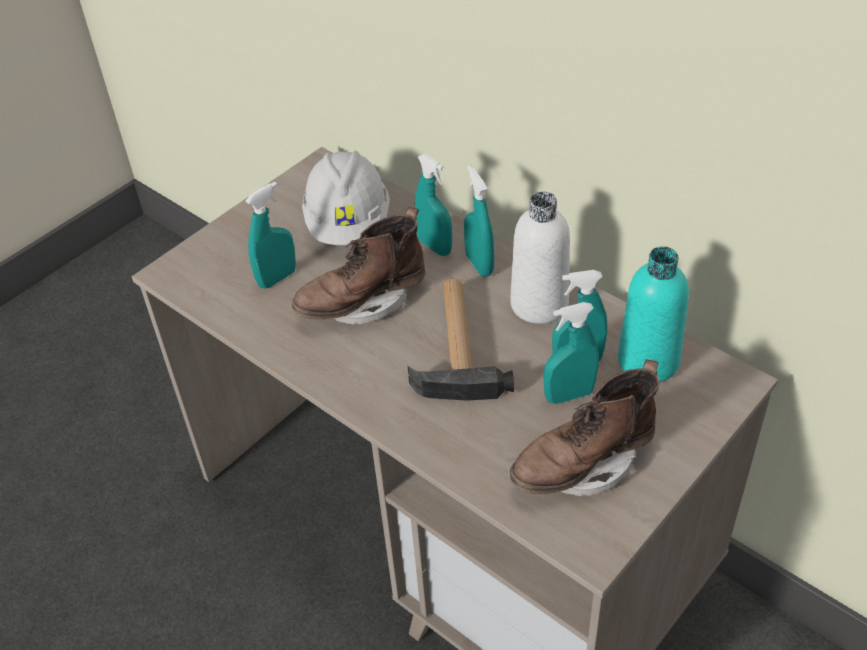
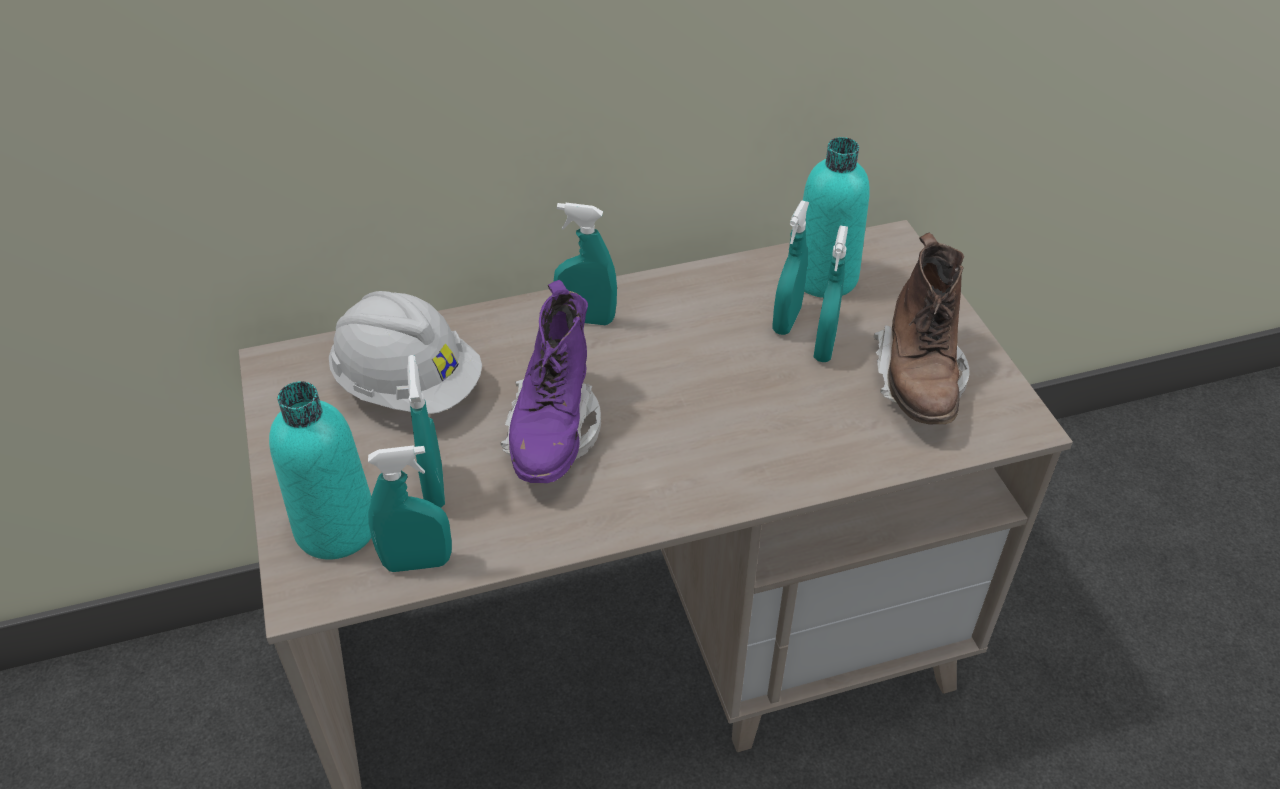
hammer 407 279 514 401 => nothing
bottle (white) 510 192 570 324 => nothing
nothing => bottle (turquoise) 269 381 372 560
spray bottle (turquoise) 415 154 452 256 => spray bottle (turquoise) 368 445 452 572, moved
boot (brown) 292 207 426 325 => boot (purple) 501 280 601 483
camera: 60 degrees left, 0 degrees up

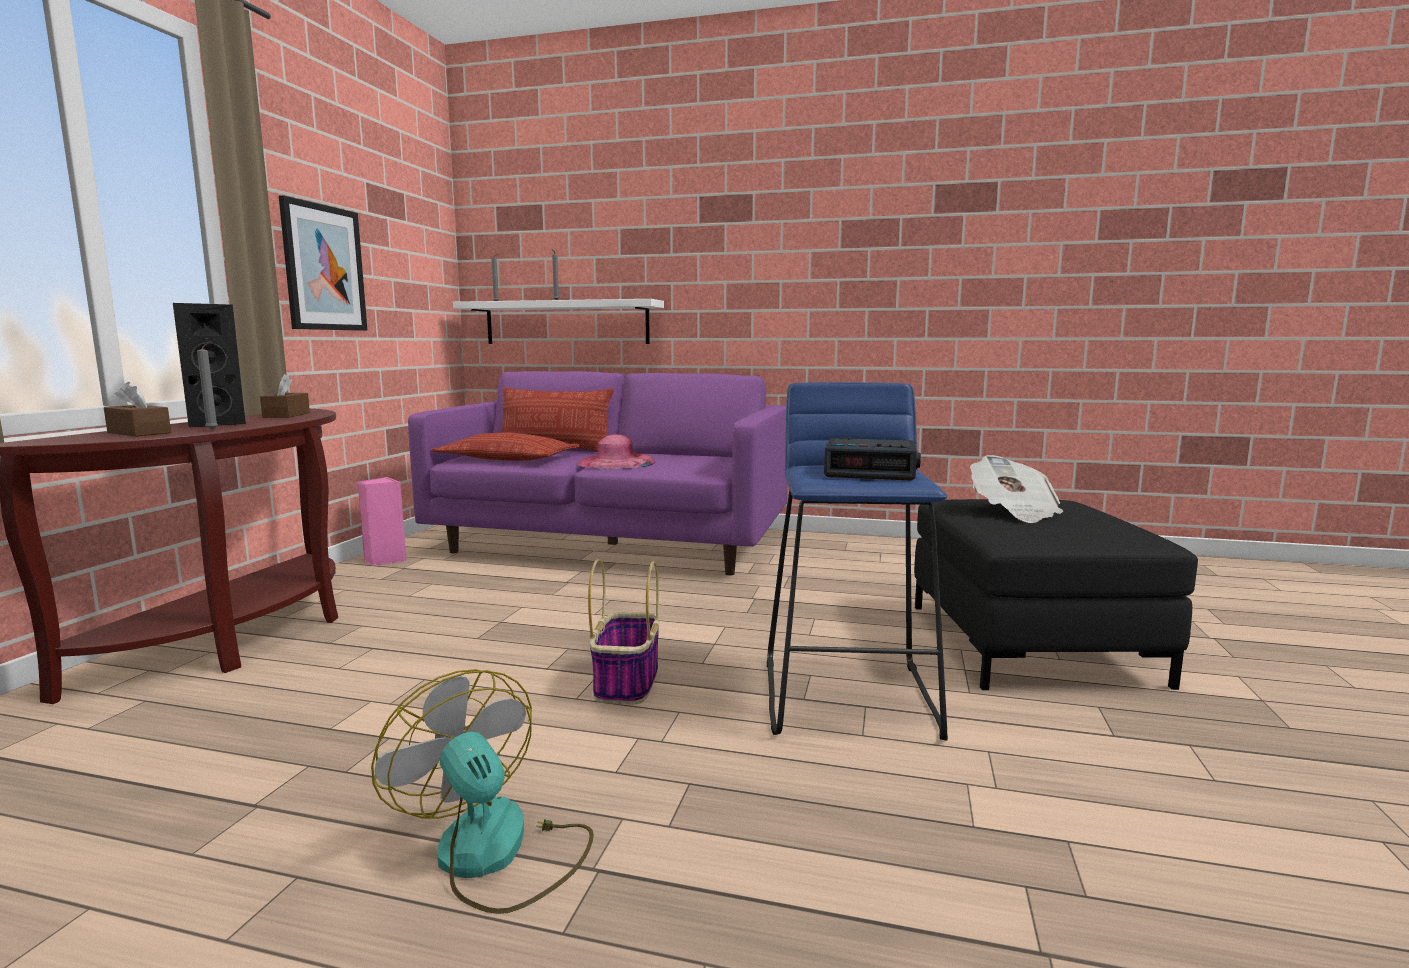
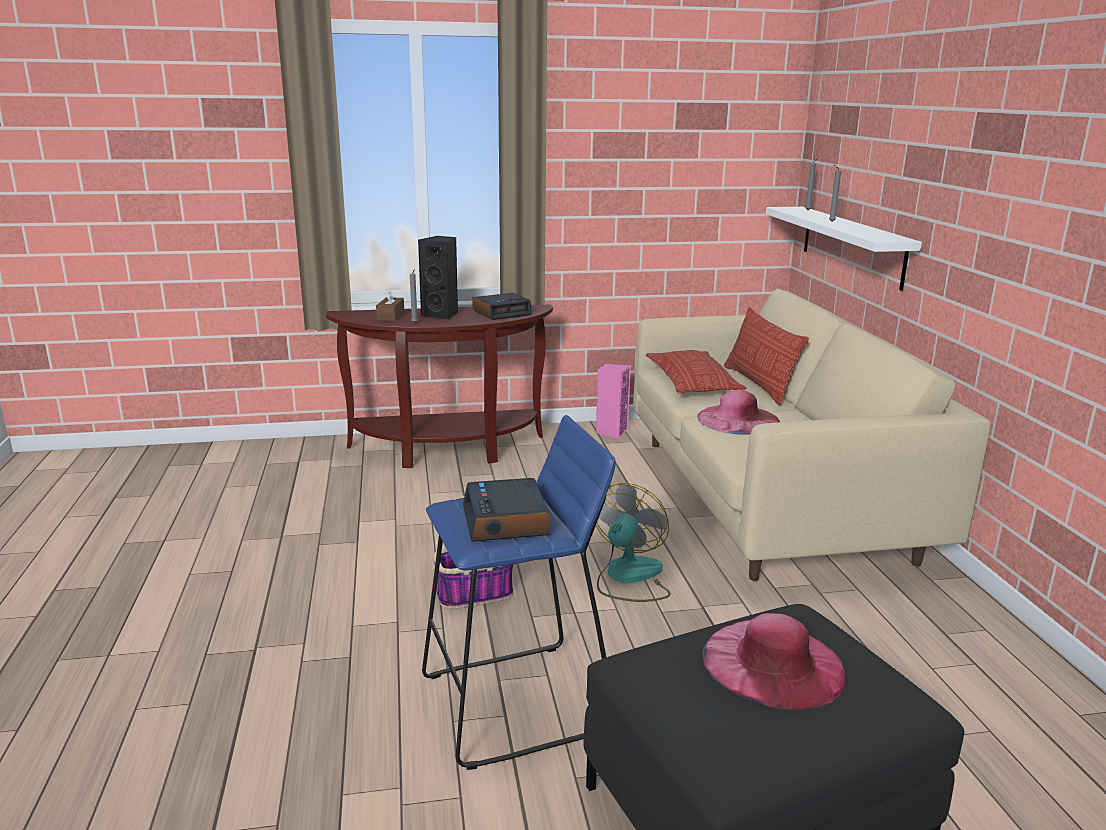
picture 279 195 367 331 => nothing
fan 371 669 594 914 => fan 596 483 670 602, moved
tissue box (brown) 260 374 310 418 => alarm clock 472 293 532 320
newspaper 970 455 1063 523 => hat (pink) 702 613 846 711
sofa (purple) 408 371 788 575 => sofa (beige) 633 288 991 581
camera: 65 degrees right, 10 degrees up

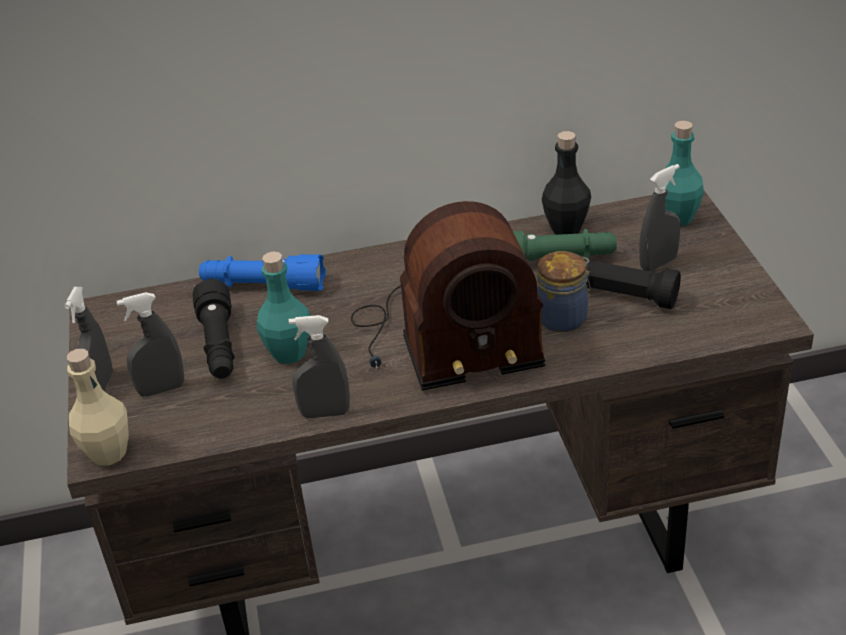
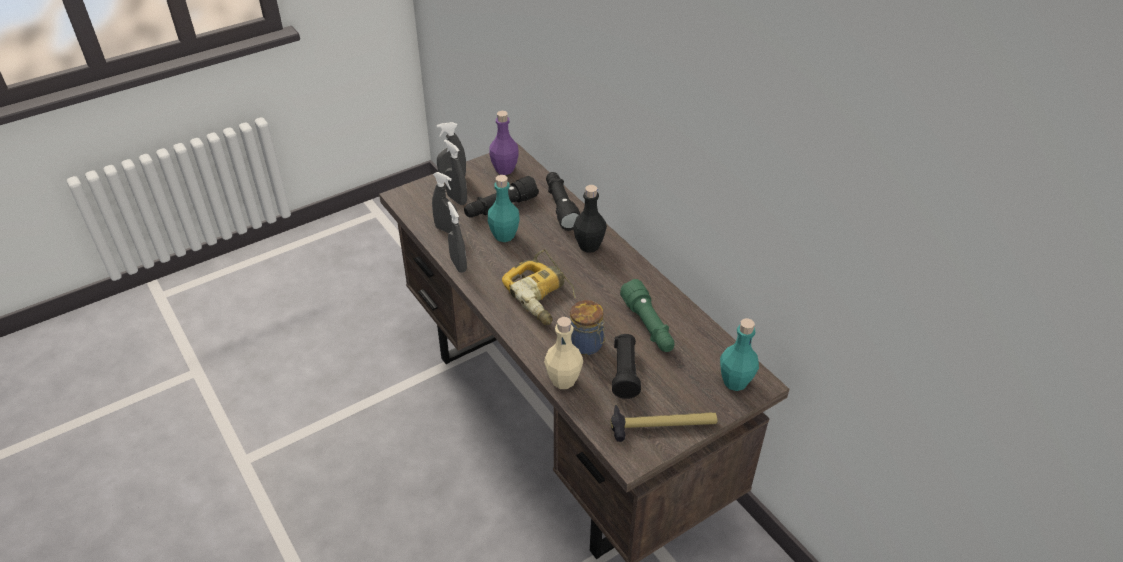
nothing => bottle (purple) 489 111 519 175
nothing => hammer 611 405 718 442
bottle (beige) 67 349 129 466 => bottle (beige) 544 317 583 389, moved
bottle (black) 542 131 591 235 => bottle (black) 573 185 607 252, moved
spray bottle (grey) 639 164 680 271 => spray bottle (grey) 432 172 459 234, moved
radio 351 201 545 391 => power drill 502 249 576 325
flashlight (blue) 199 254 326 291 => flashlight (black) 546 172 580 231
camera: 65 degrees right, 5 degrees up

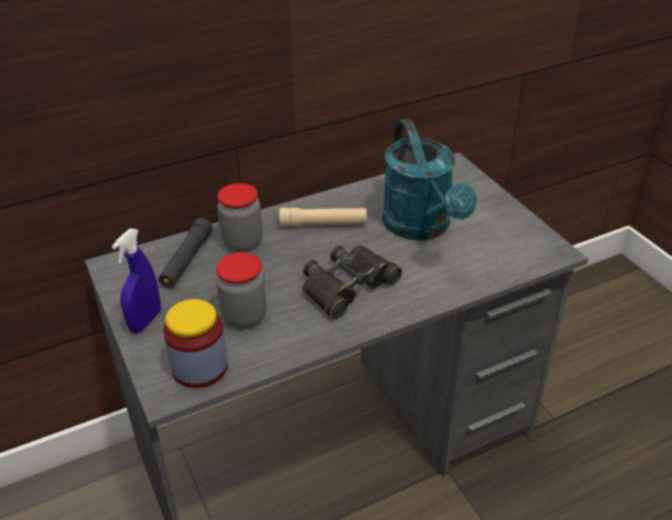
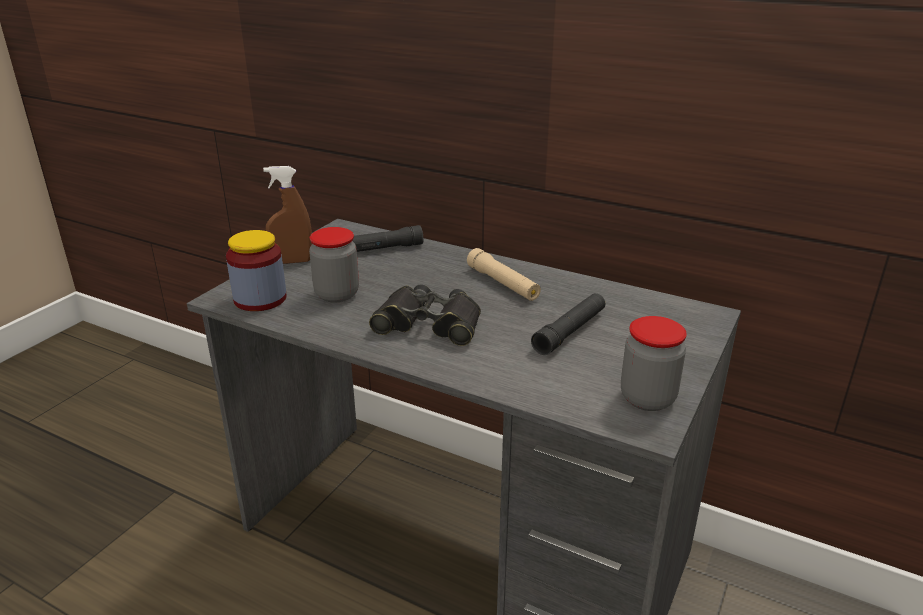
jar 217 183 262 252 => jar 621 316 687 411, moved
watering can (turquoise) 382 119 477 240 => flashlight (black) 531 293 605 355
spray bottle (blue) 112 229 161 333 => spray bottle (brown) 263 166 312 264
camera: 55 degrees right, 10 degrees down

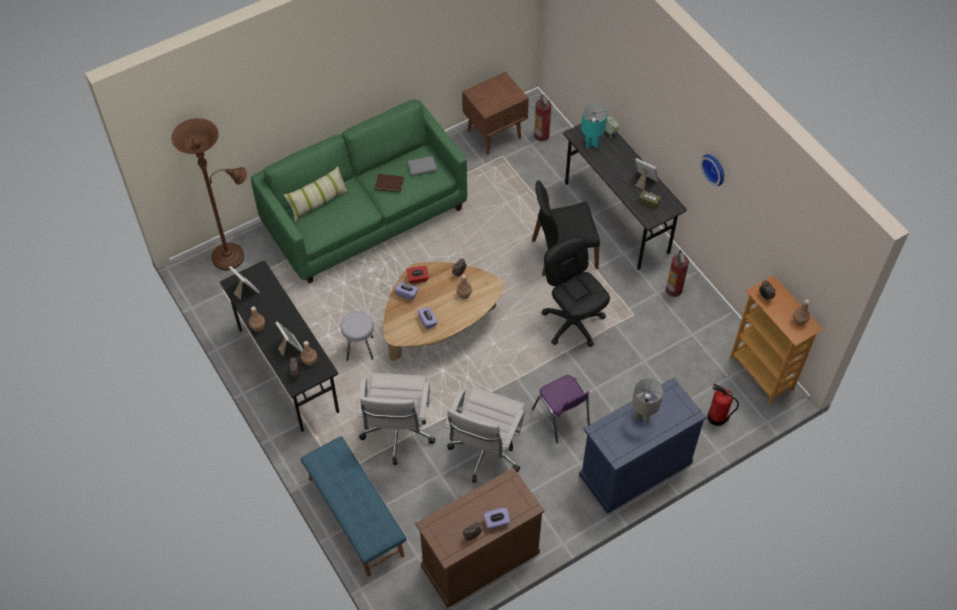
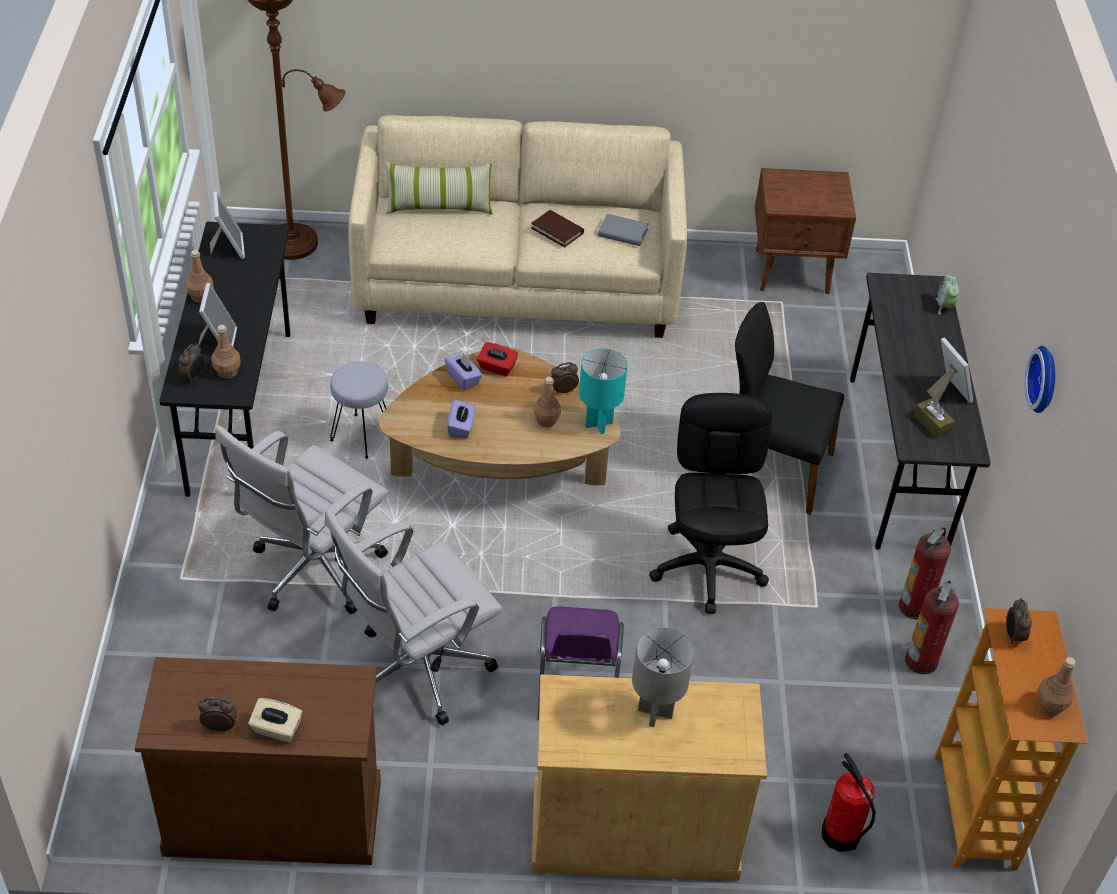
bench (blue) 300 436 407 577 => nothing
fire extinguisher 534 94 552 141 => fire extinguisher 905 580 959 675, moved
table lamp (turquoise) 581 104 607 148 => table lamp (turquoise) 579 348 627 434, moved
sofa (green) 251 100 467 284 => sofa (beige) 349 115 687 338
tissue box (purple) 483 508 510 529 => tissue box (beige) 248 698 303 742
cabinet (blue) 579 377 706 514 => cabinet (beige) 531 674 767 881
camera: 30 degrees right, 10 degrees down

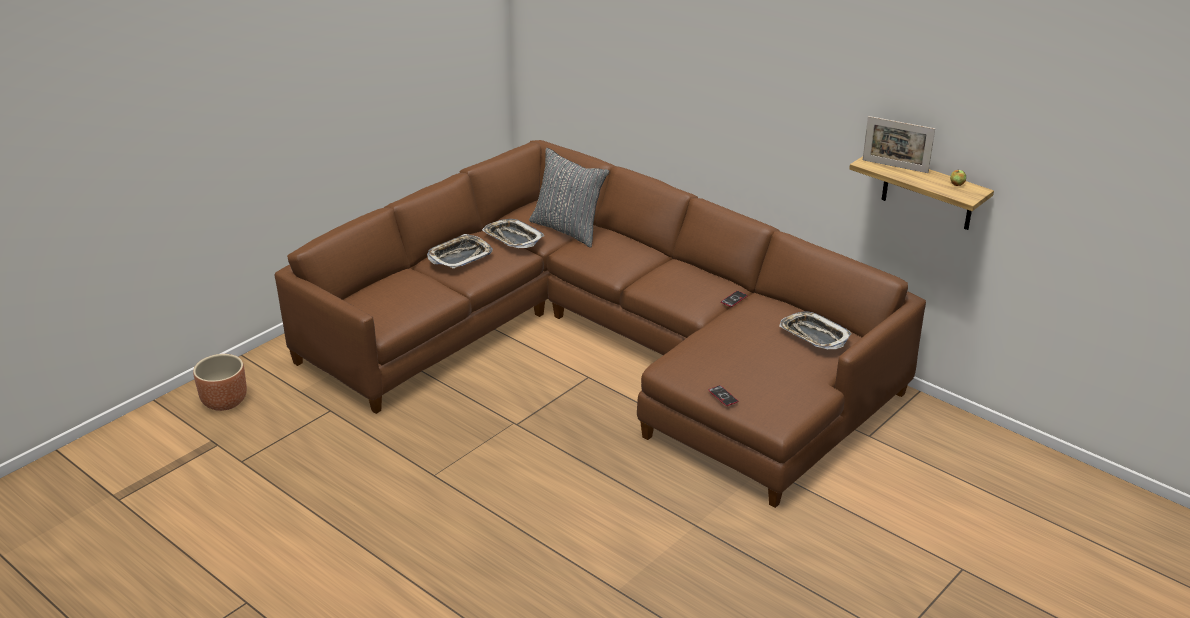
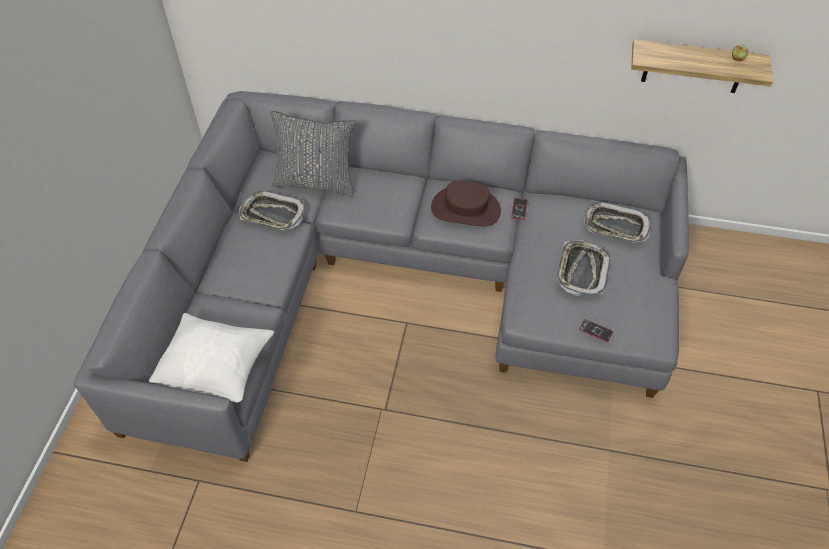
planter (brown) 193 354 247 411 => nothing
picture frame 863 116 935 173 => nothing
nothing => pillow (white) 149 313 274 402
nothing => hat (brown) 431 180 501 226
tray 427 234 493 269 => tray 557 240 610 296, moved
sofa (brown) 274 140 926 508 => sofa (grey) 74 91 689 462
camera: 30 degrees left, 20 degrees up

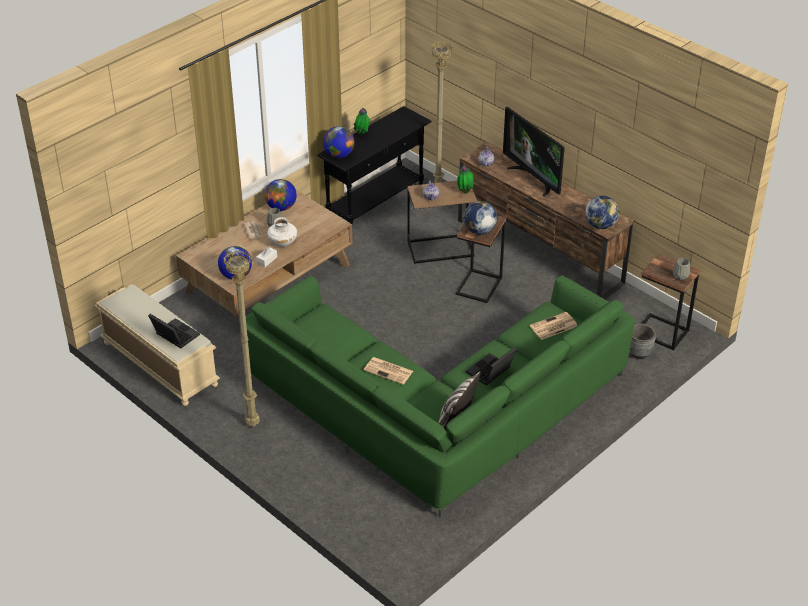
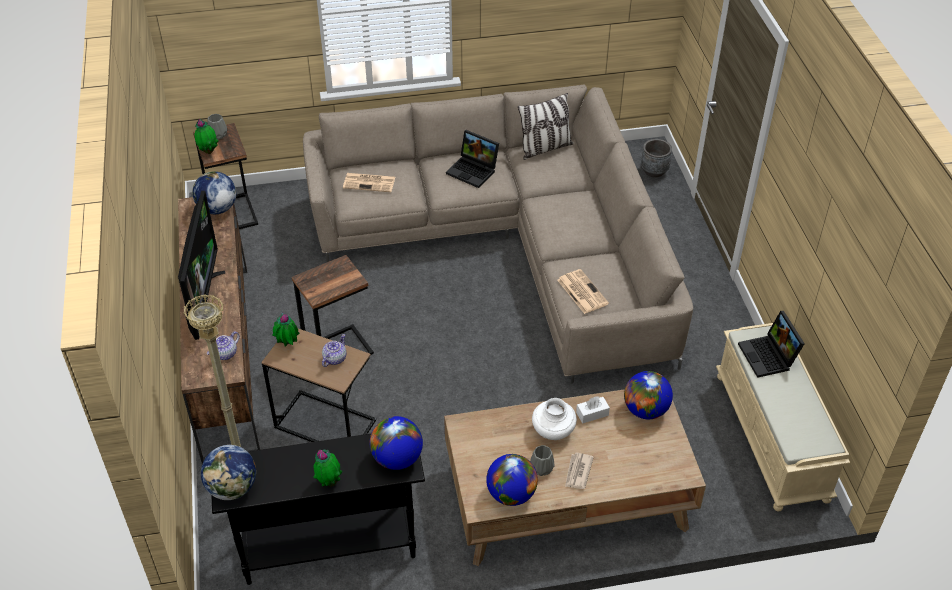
floor lamp (beige) 223 251 260 427 => nothing
nothing => potted plant 195 119 219 154
newspaper 363 357 413 385 => newspaper 557 269 609 314, moved
globe 464 201 497 234 => globe 201 445 256 500, moved
planter (grey) 629 324 656 359 => planter (grey) 641 139 672 177, moved
sofa (green) 246 275 635 518 => sofa (beige) 303 84 693 384
laptop 466 347 517 386 => laptop 446 130 499 188, 45 degrees clockwise
camera: 145 degrees left, 5 degrees up

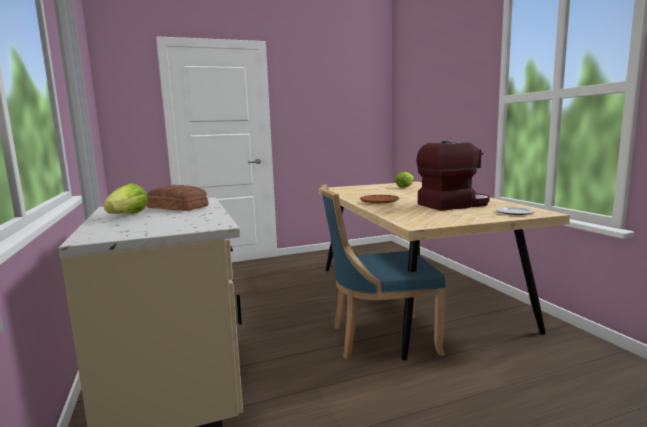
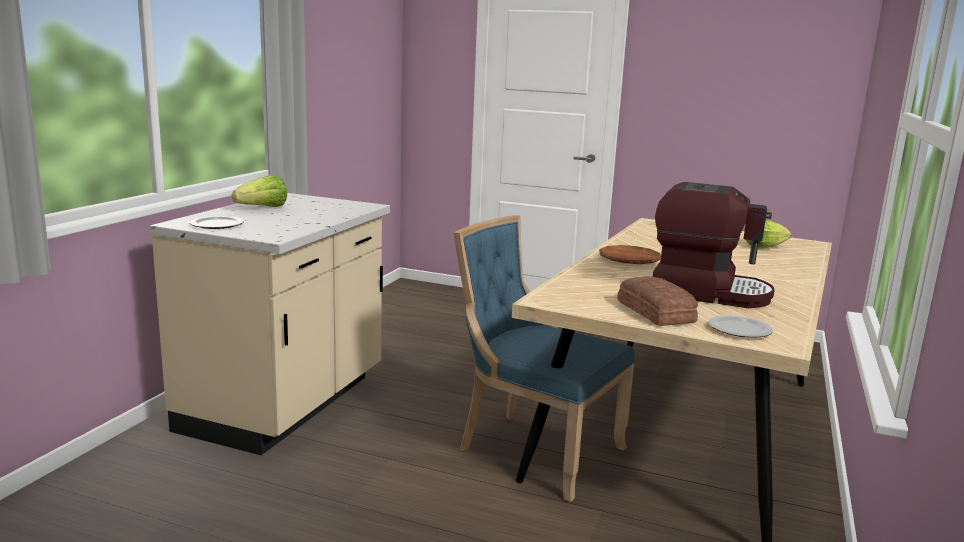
nothing => plate 190 216 244 229
bread 146 185 209 211 => bread 617 276 698 326, moved
camera: 40 degrees right, 5 degrees up

